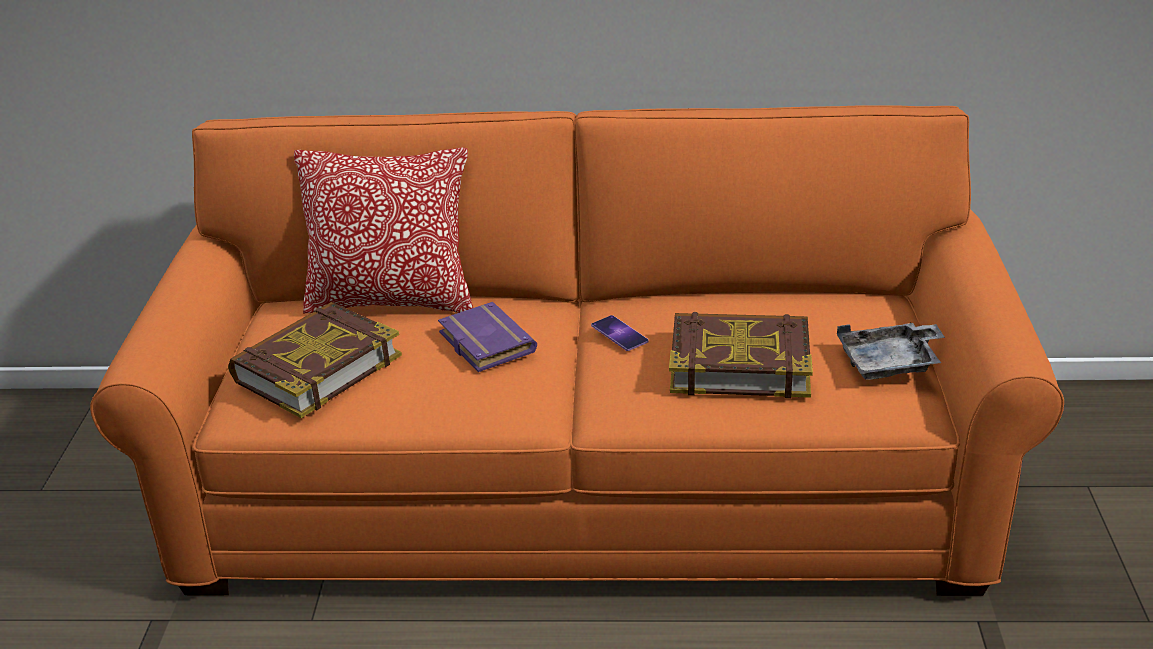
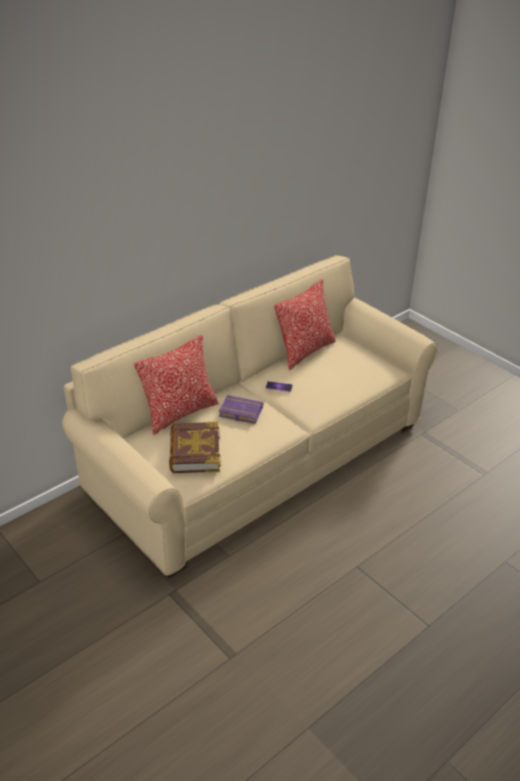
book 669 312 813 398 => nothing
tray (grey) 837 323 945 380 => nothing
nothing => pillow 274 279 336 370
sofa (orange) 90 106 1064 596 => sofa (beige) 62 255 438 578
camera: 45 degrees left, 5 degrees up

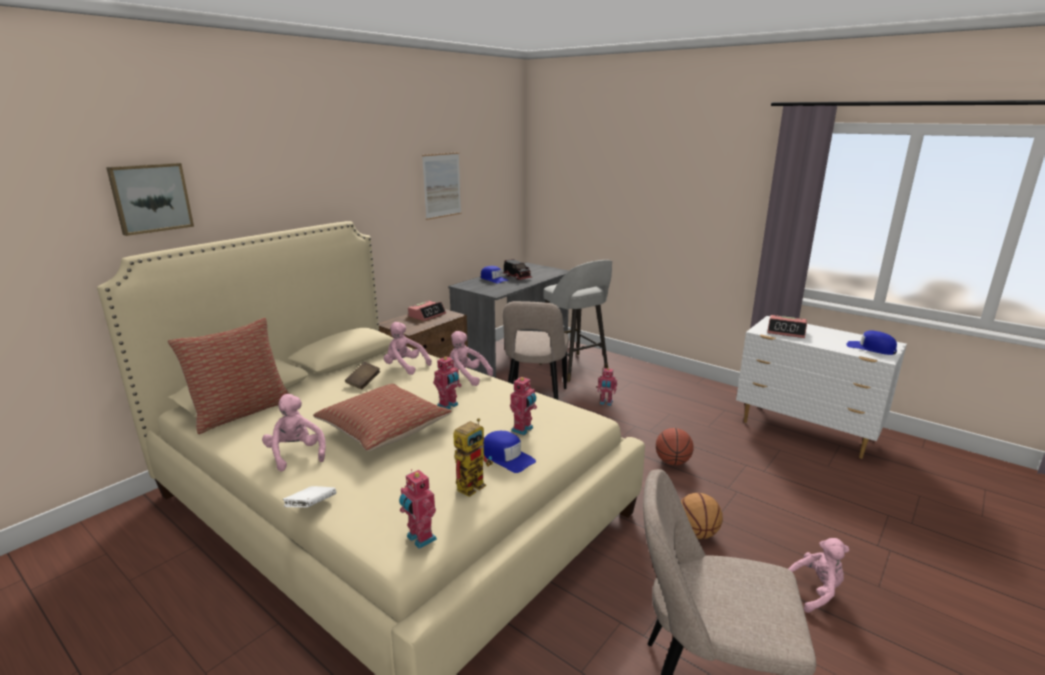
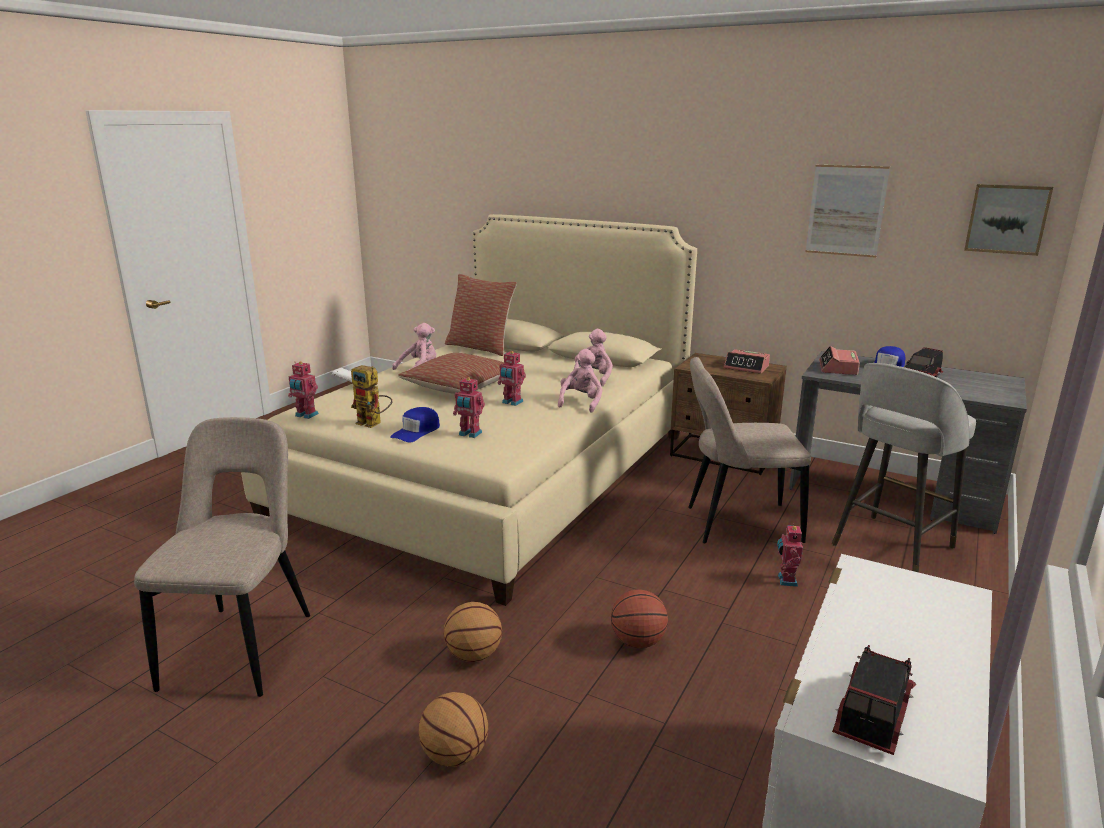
book (brown) 345 362 380 389 => nothing
plush toy (pink) 789 538 849 613 => nothing
nothing => basketball 418 692 488 767
picture 106 163 194 236 => picture 964 184 1053 256, moved
alarm clock 767 315 807 338 => alarm clock 819 346 860 375, moved
cap (blue) 846 330 897 355 => toy truck 832 645 917 755
toy robot 399 469 437 549 => toy robot 288 361 319 419, 105 degrees counterclockwise
camera: 80 degrees right, 0 degrees up

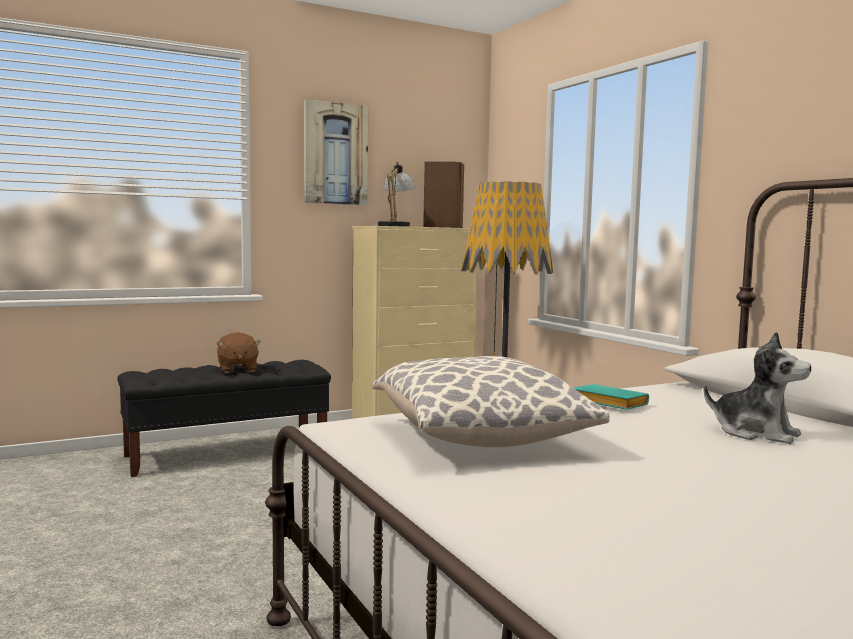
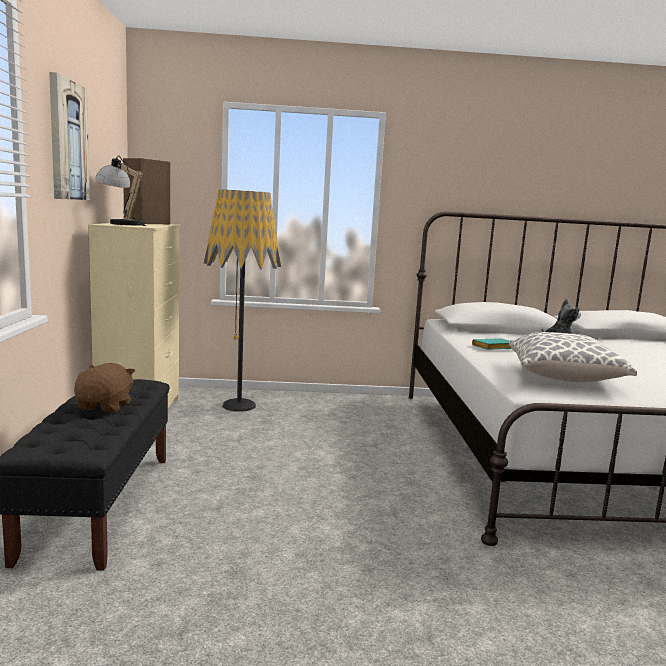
plush toy (brown) 217 332 261 373 => plush toy (brown) 74 363 135 413, 90 degrees counterclockwise
camera: 65 degrees left, 5 degrees up

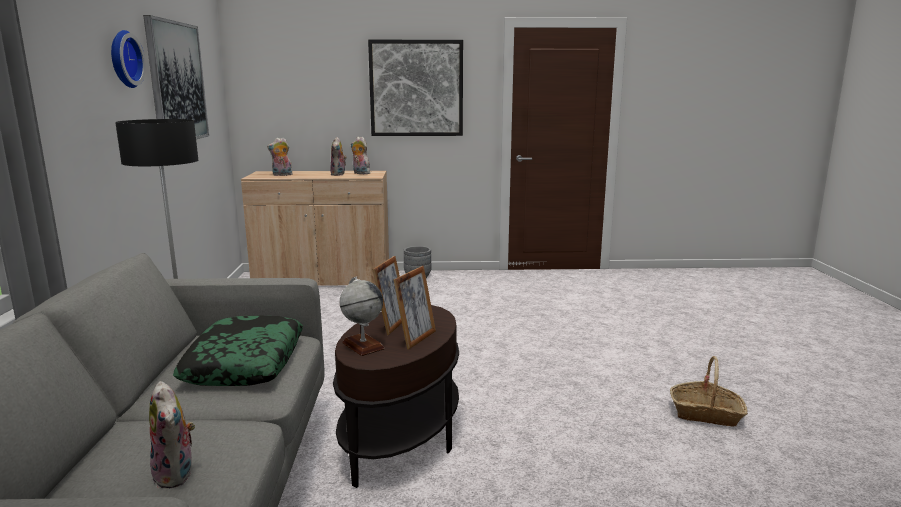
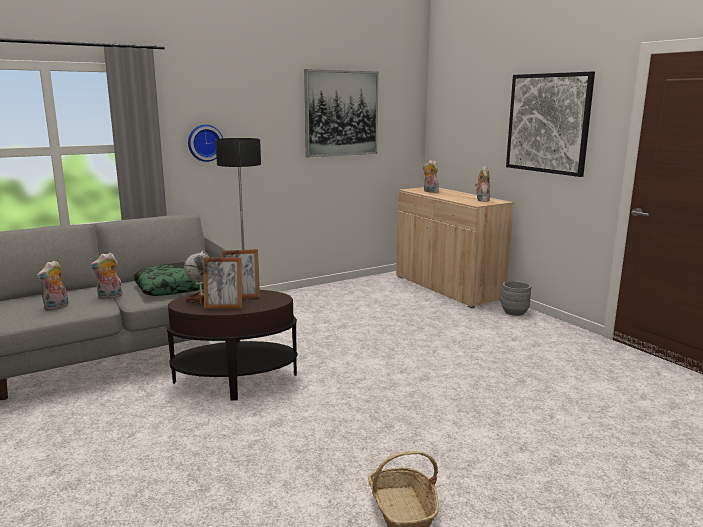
wall clock 111 30 146 88 => wall clock 188 124 223 162, moved
plush toy 330 137 347 176 => plush toy 90 253 123 299, moved
camera: 60 degrees right, 0 degrees up

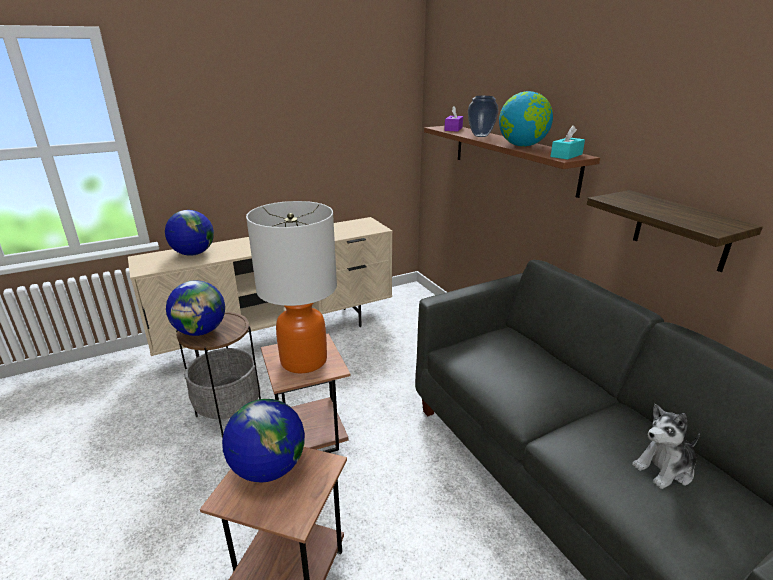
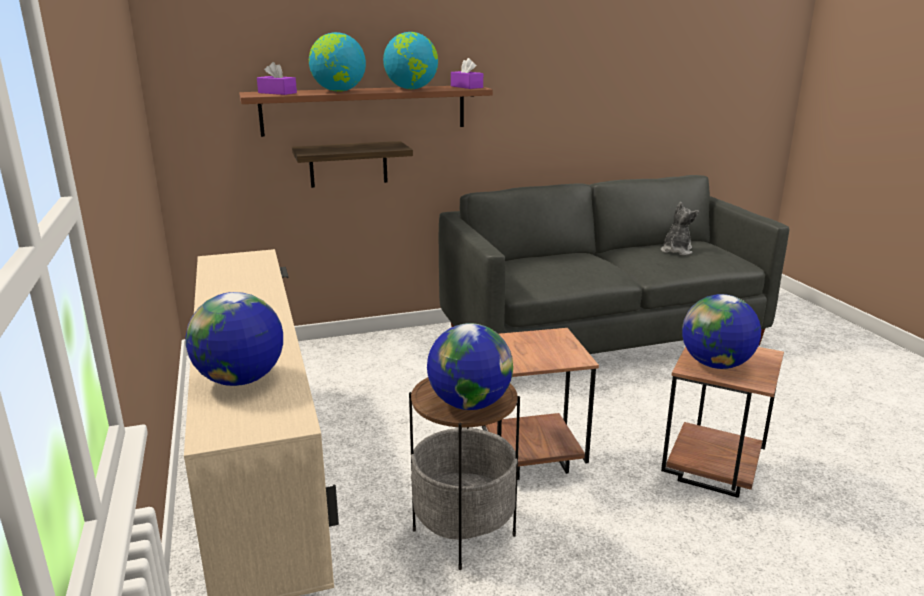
table lamp 246 201 337 373 => nothing
shelf 587 190 763 272 => shelf 292 141 413 188, moved
vase 468 96 498 137 => globe 309 32 366 92
tissue box (turquoise) 550 125 585 160 => tissue box (purple) 451 58 483 89
plush toy 632 404 700 489 => plush toy 661 201 699 256, 135 degrees counterclockwise
camera: 80 degrees left, 5 degrees down

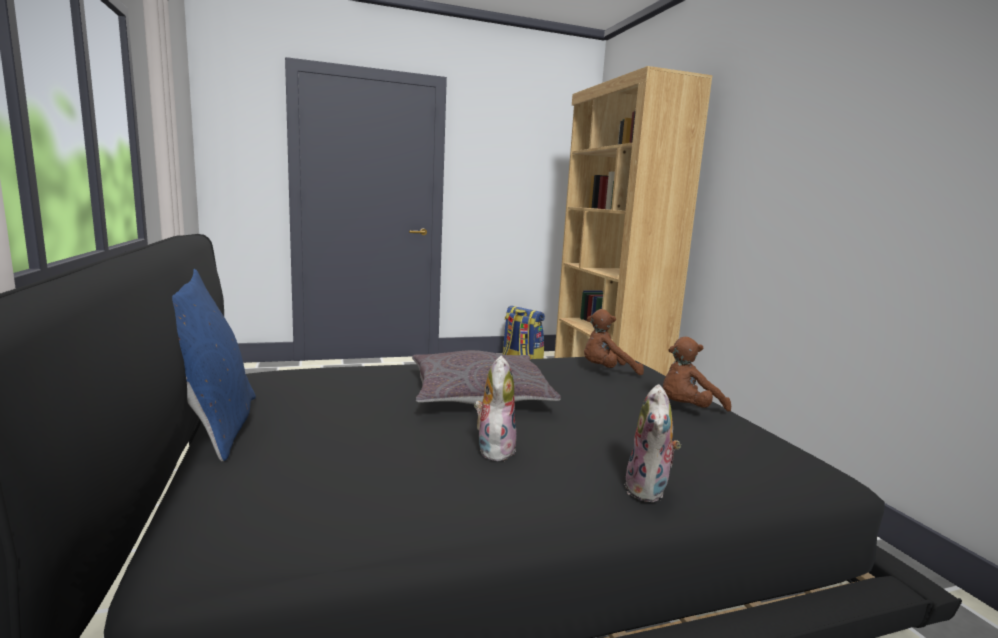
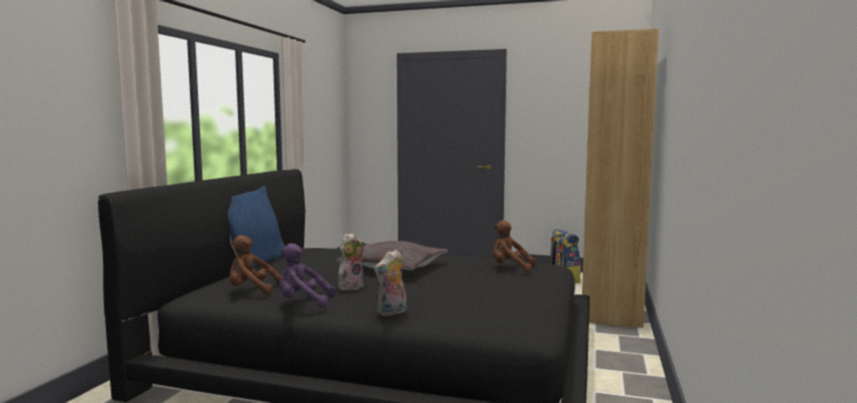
nothing => plush toy (purple) 279 243 335 307
plush toy (brown) 663 337 731 412 => plush toy (brown) 230 235 281 295, moved
camera: 35 degrees right, 5 degrees down

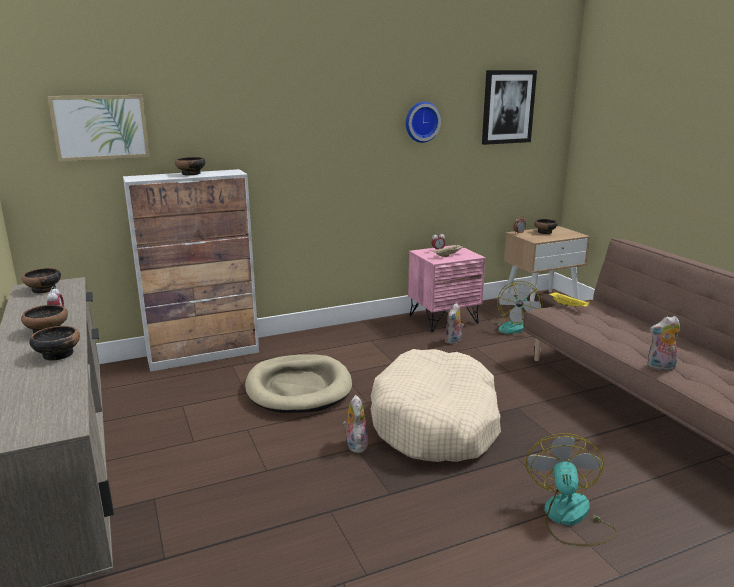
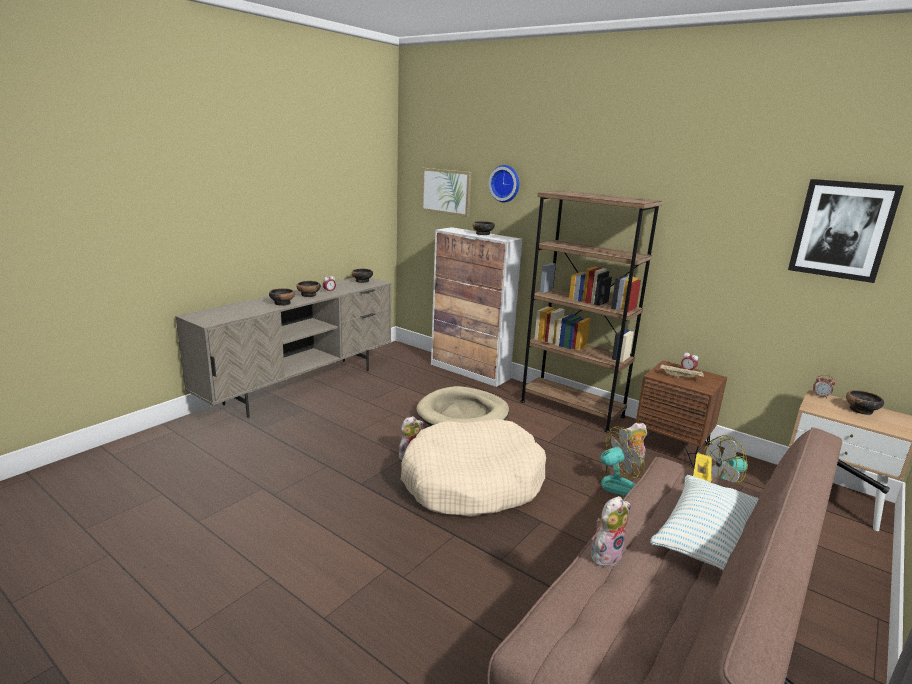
nothing => bookcase (brown) 520 190 663 433
nothing => pillow 650 475 759 570
wall clock 406 102 441 143 => wall clock 489 165 520 202, moved
fan 526 433 618 546 => fan 584 426 645 504, moved
nightstand (pink) 408 245 485 332 => nightstand (brown) 636 361 727 467
plush toy 647 316 680 370 => plush toy 591 496 630 567, 90 degrees clockwise
camera: 60 degrees right, 0 degrees up

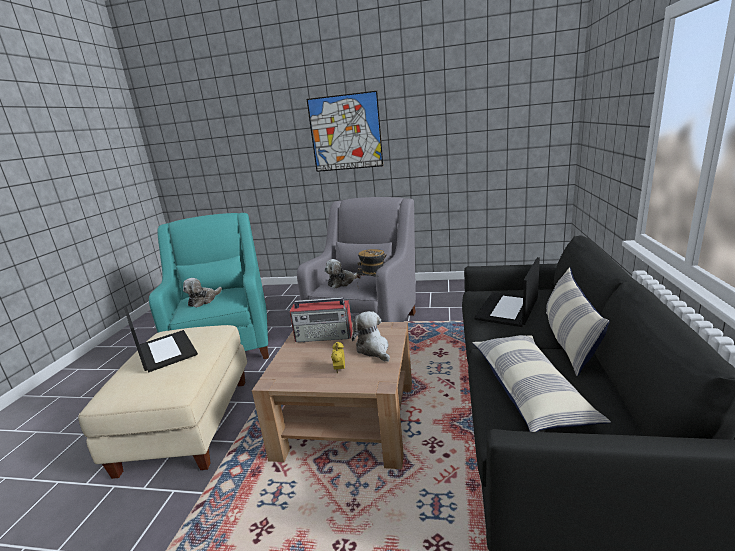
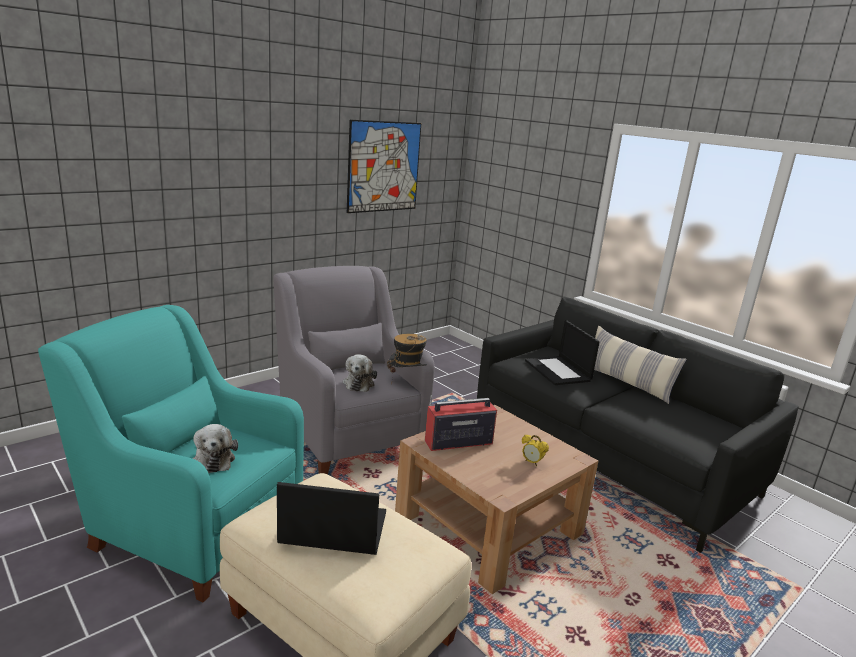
plush toy 352 311 390 362 => nothing
pillow 472 335 611 432 => nothing
picture 307 91 383 172 => picture 347 120 421 213, moved
radio 290 297 353 342 => radio 425 395 497 451, 150 degrees counterclockwise
camera: 55 degrees left, 0 degrees up

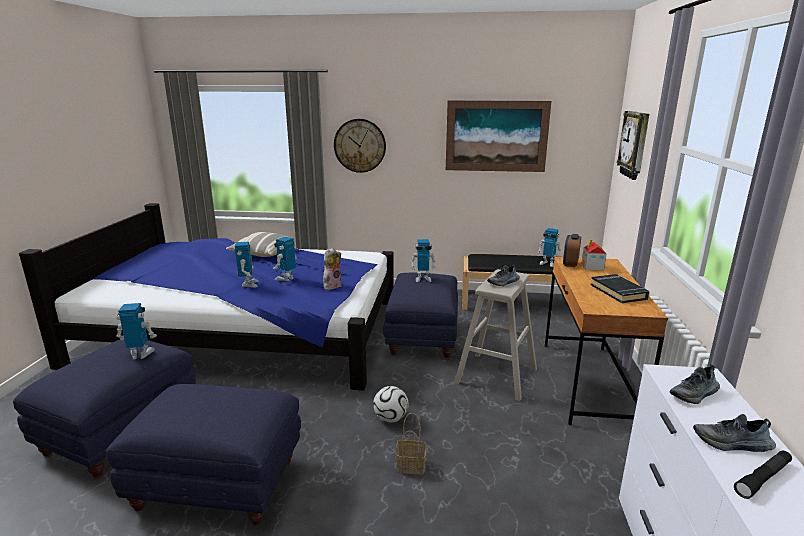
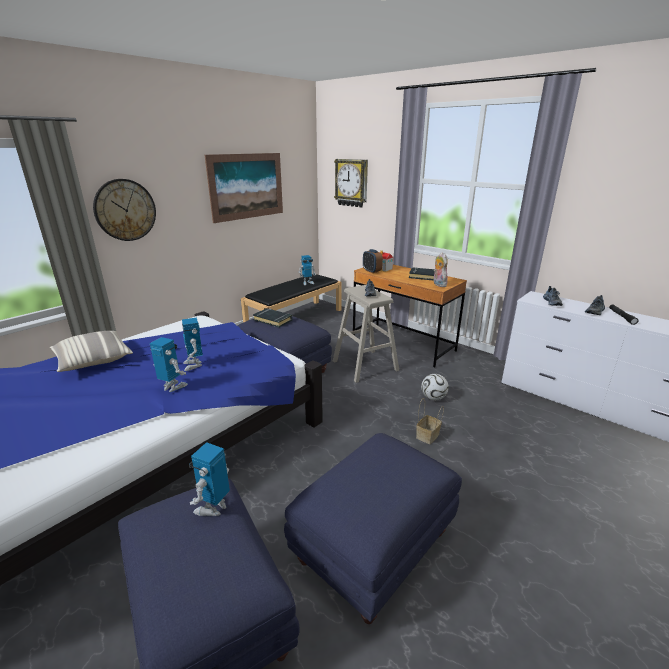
plush toy 323 247 342 290 => plush toy 433 252 448 287, moved
football 373 386 408 423 => football 421 374 449 400, moved
toy robot 411 239 436 282 => book (black) 253 308 292 327
camera: 55 degrees left, 5 degrees up

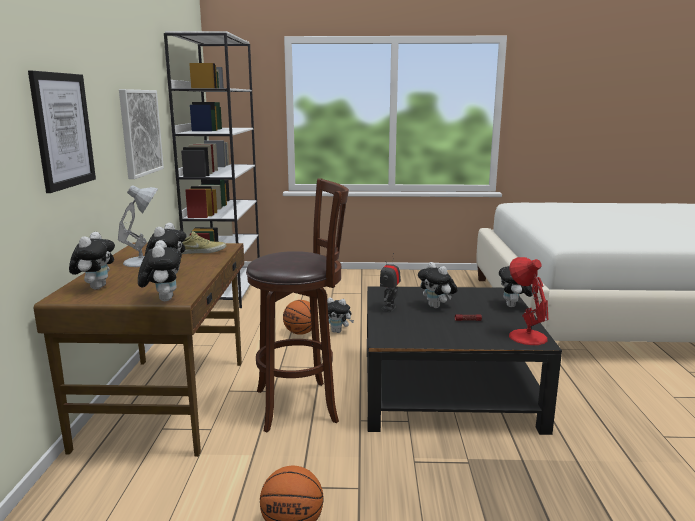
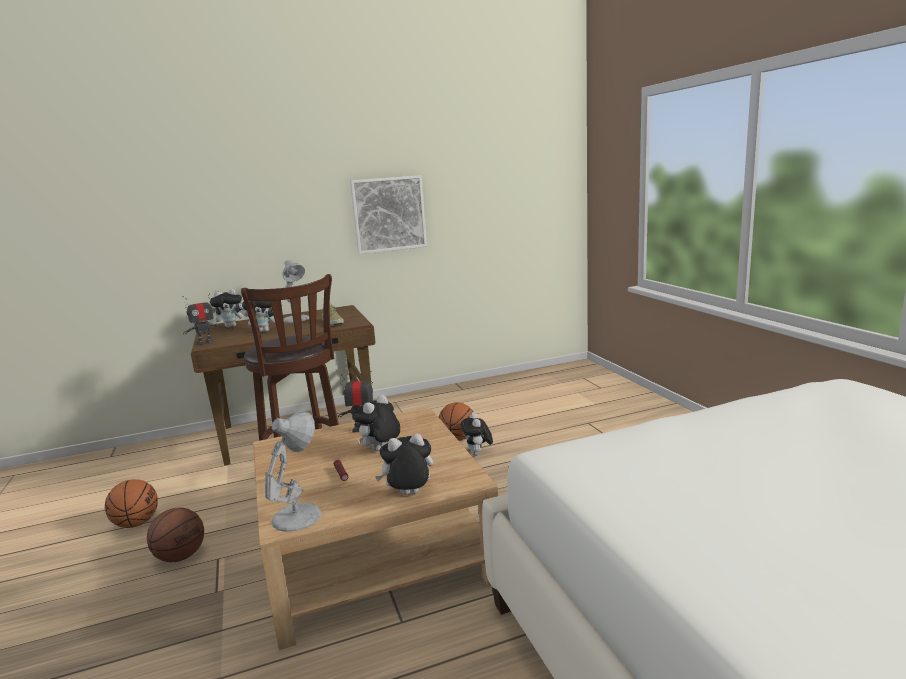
picture 28 71 96 193 => nothing
bookcase (white) 164 31 260 308 => nothing
nothing => basketball 147 508 204 562
plush toy 138 240 182 301 => toy robot 183 293 222 346
coffee table (black) 367 286 562 435 => coffee table (beige) 253 407 498 650
table lamp (red) 509 257 548 345 => table lamp (white) 265 412 322 532
camera: 70 degrees right, 0 degrees up

